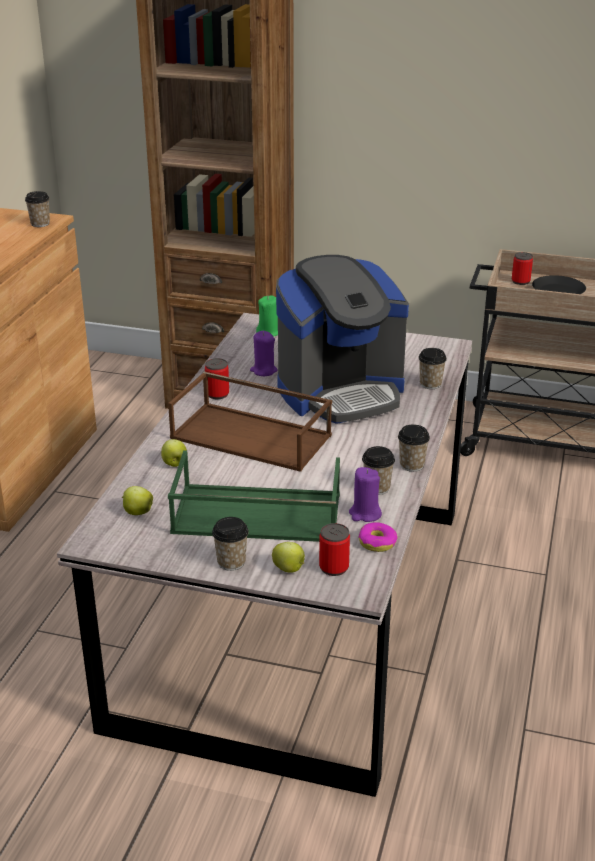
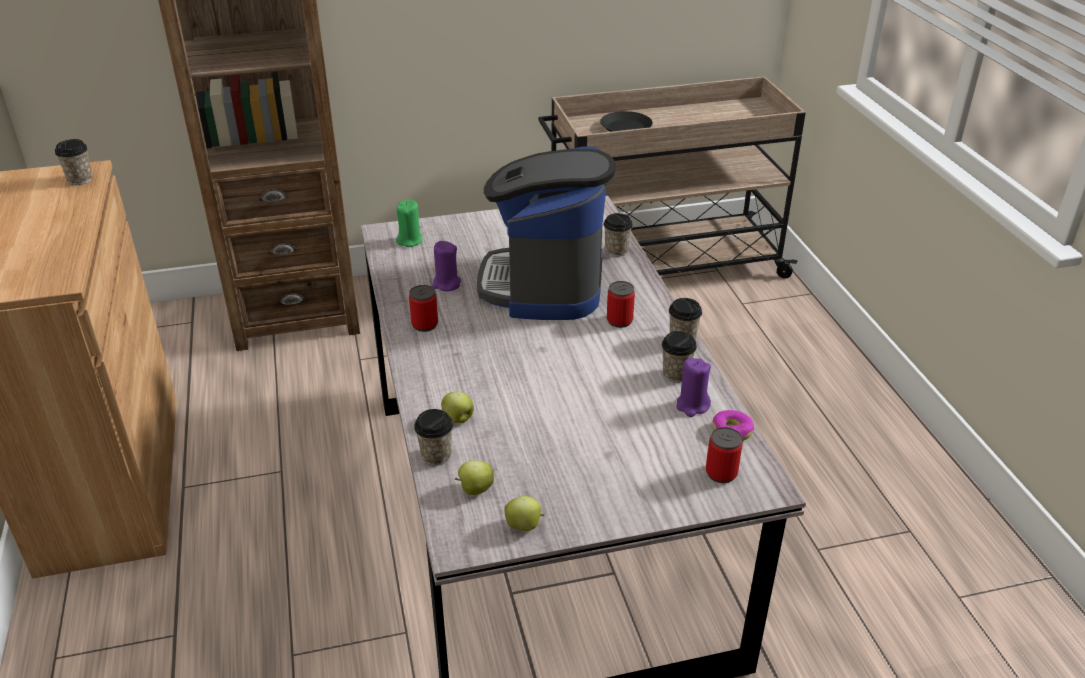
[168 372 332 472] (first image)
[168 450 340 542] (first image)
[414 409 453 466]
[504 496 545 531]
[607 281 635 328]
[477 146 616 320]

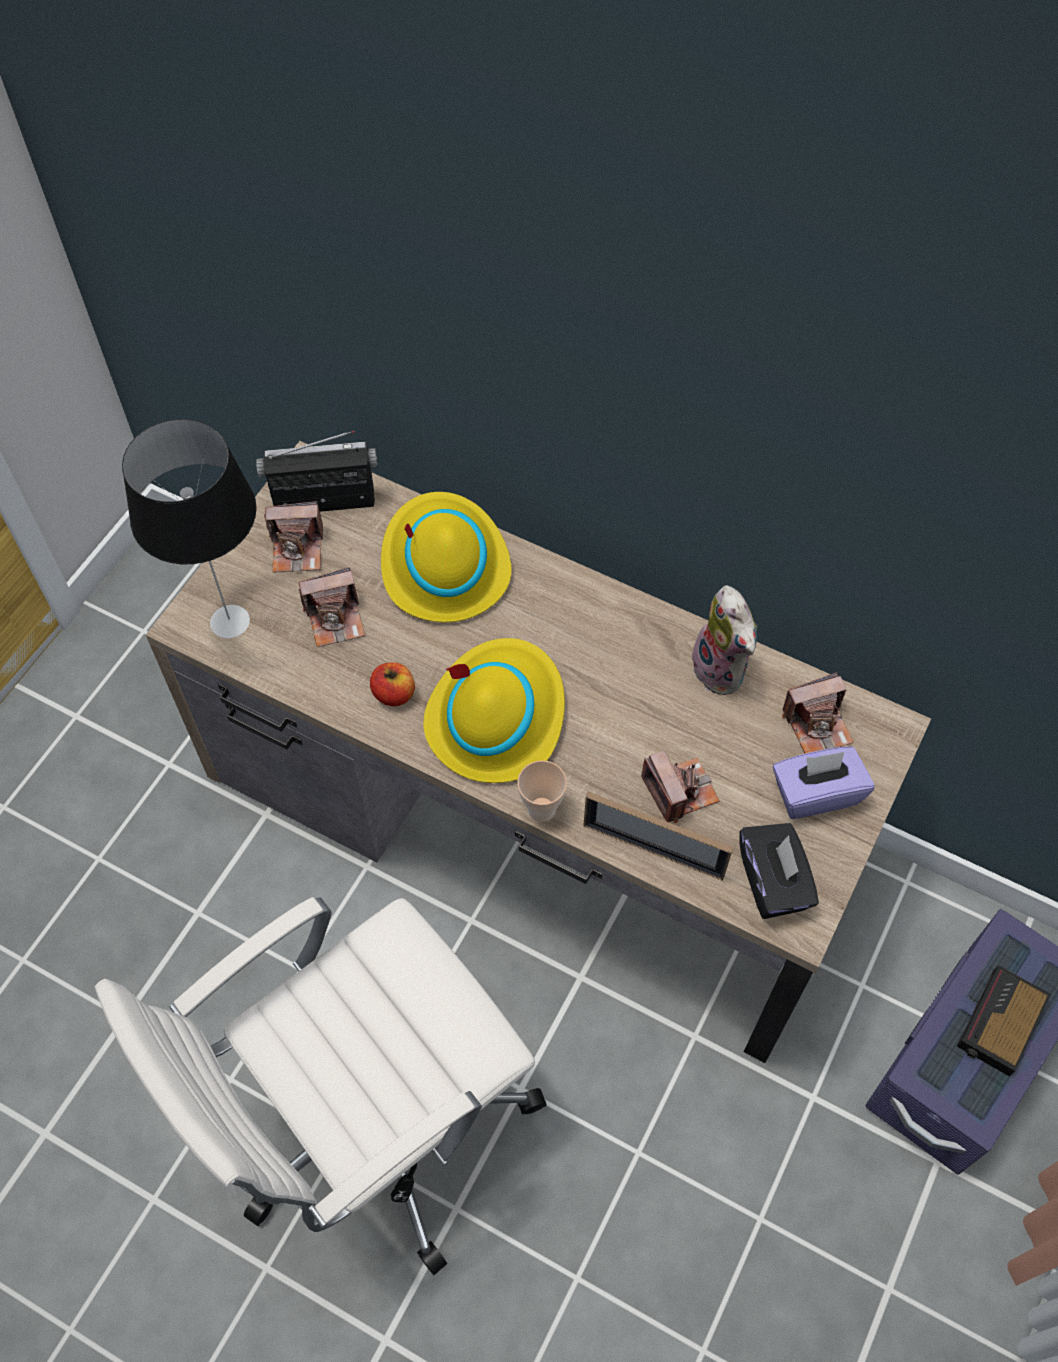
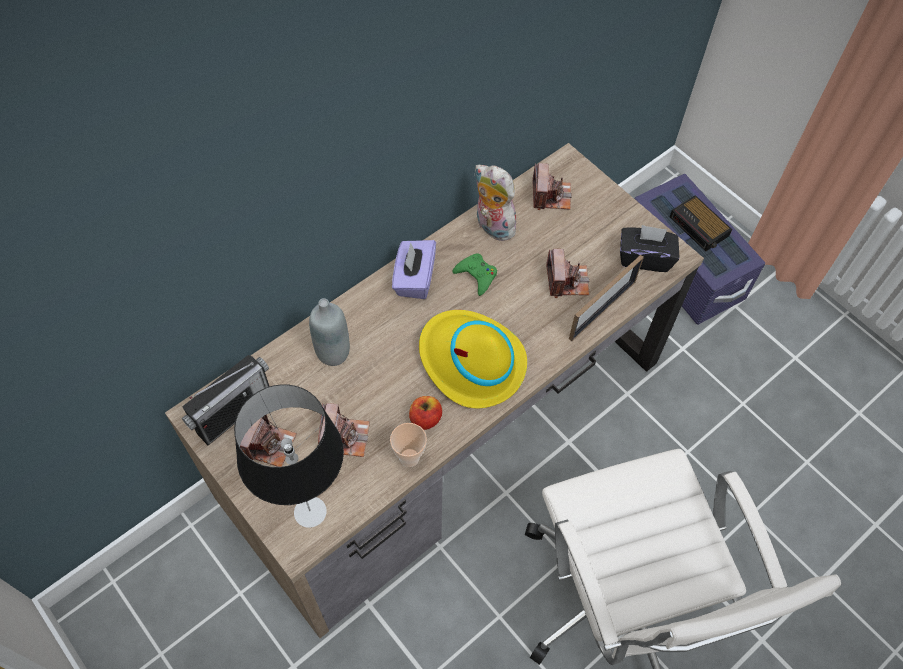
[452 253 497 296]
[390 423 427 467]
[392 240 436 299]
[309 298 350 366]
[182 355 270 445]
[546 249 589 298]
[475 165 516 241]

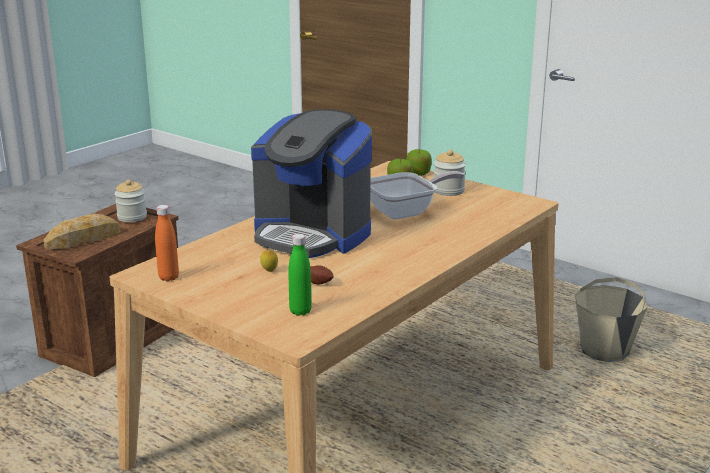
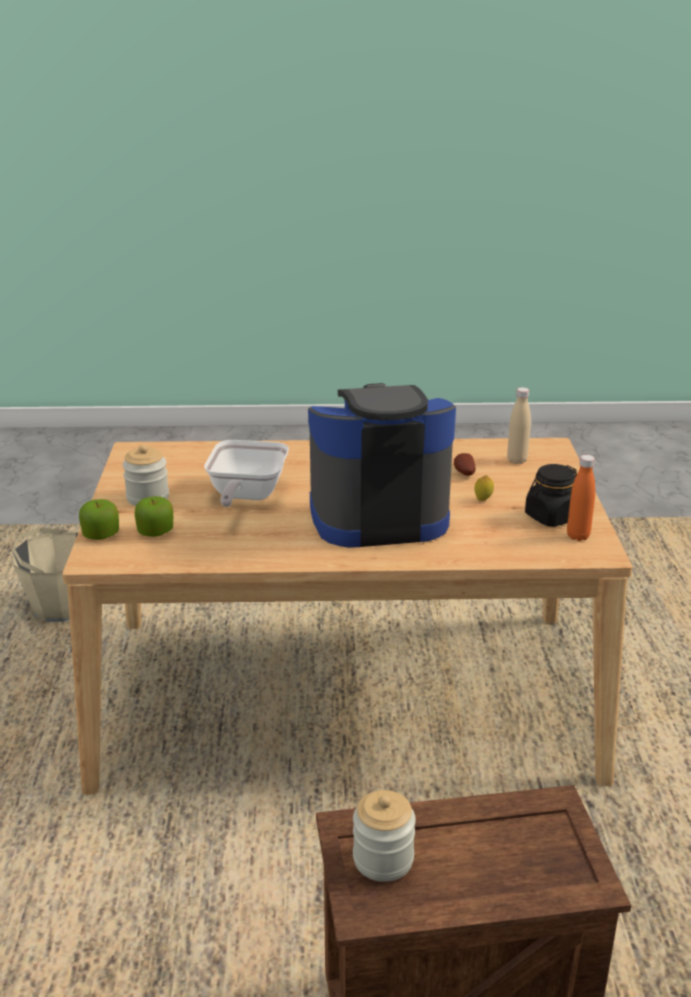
[43 213 120 250] (first image)
[525 464 577 527]
[507 387 531 464]
[308 383 456 548]
[204 440 289 507]

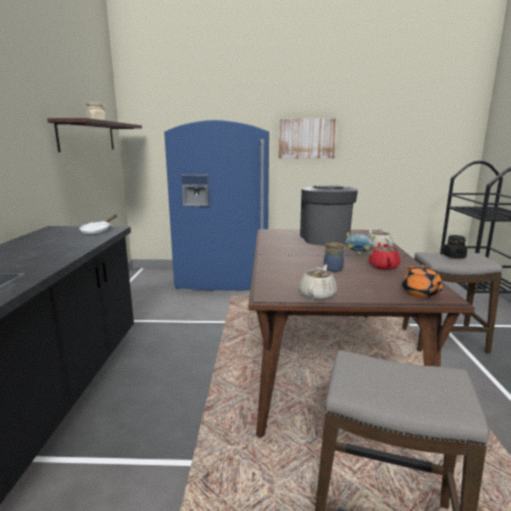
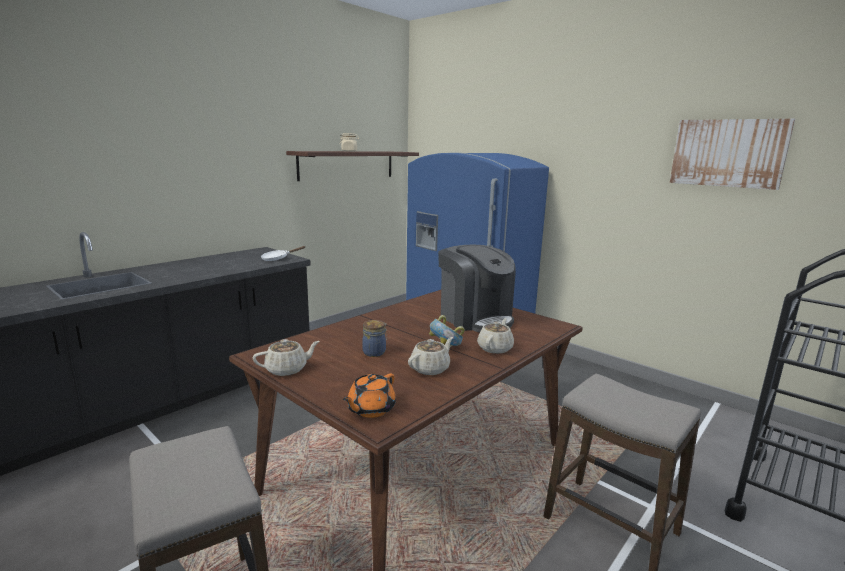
[443 235 467 258] (first image)
[670 119 795 190]
[408 337 453 375]
[438 245 516 332]

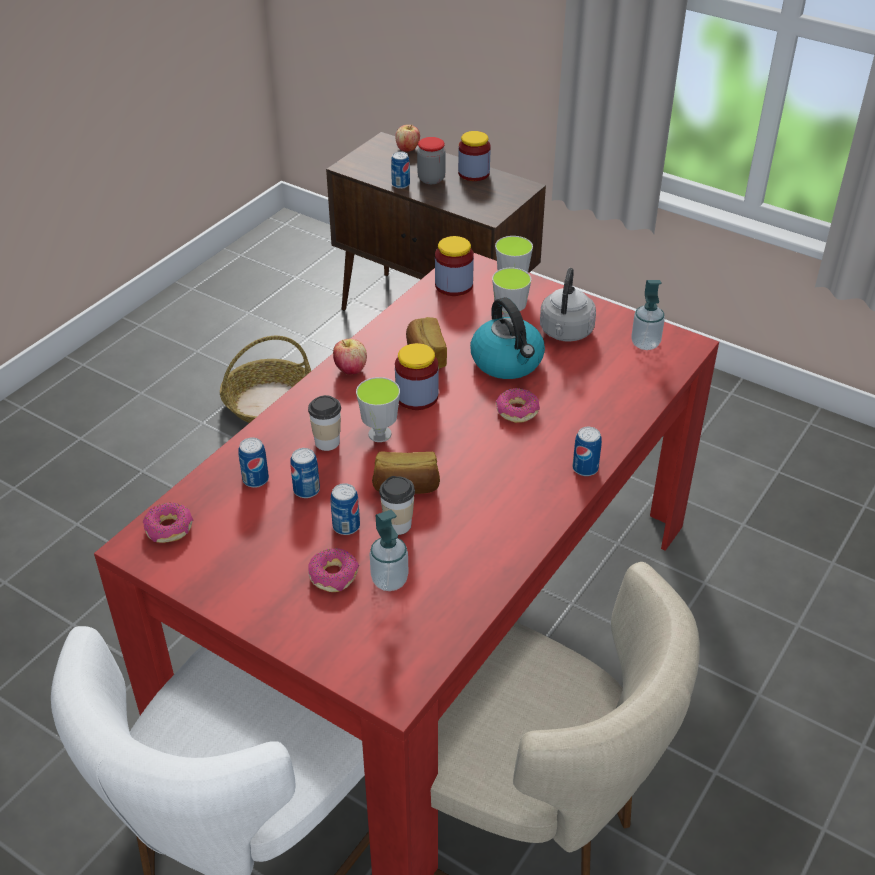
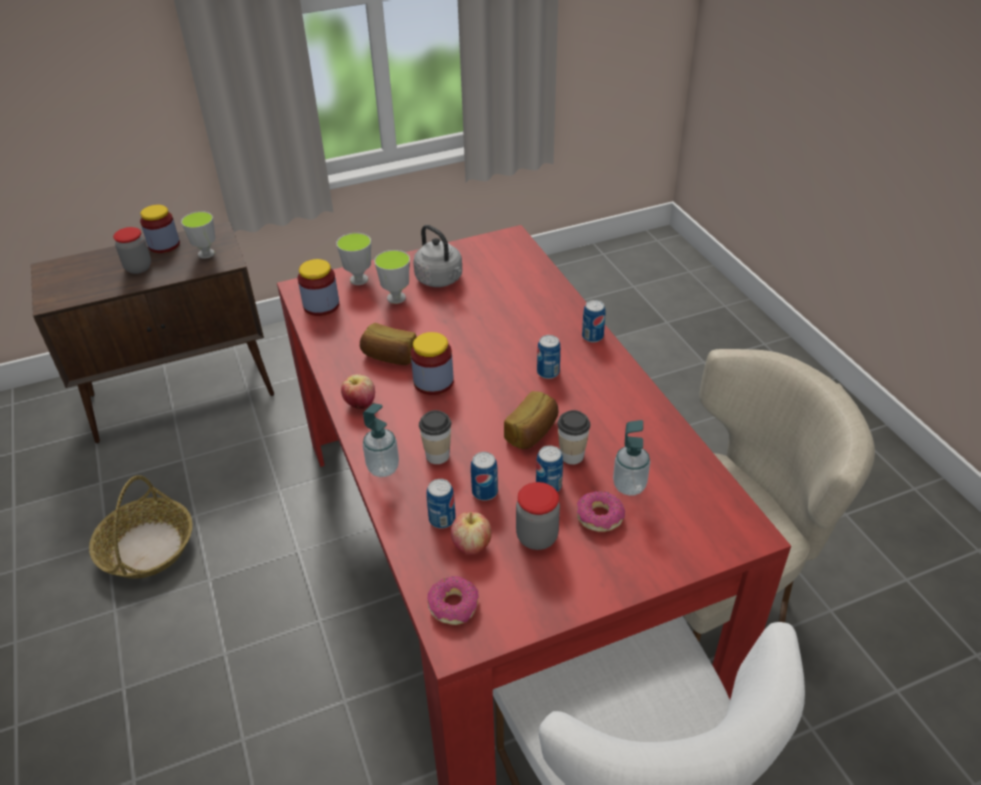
[470 297 545 379] (first image)
[496 388 540 423] (first image)
[516 482 560 550]
[181 211 215 258]
[537 335 561 379]
[451 511 492 555]
[363 403 399 477]

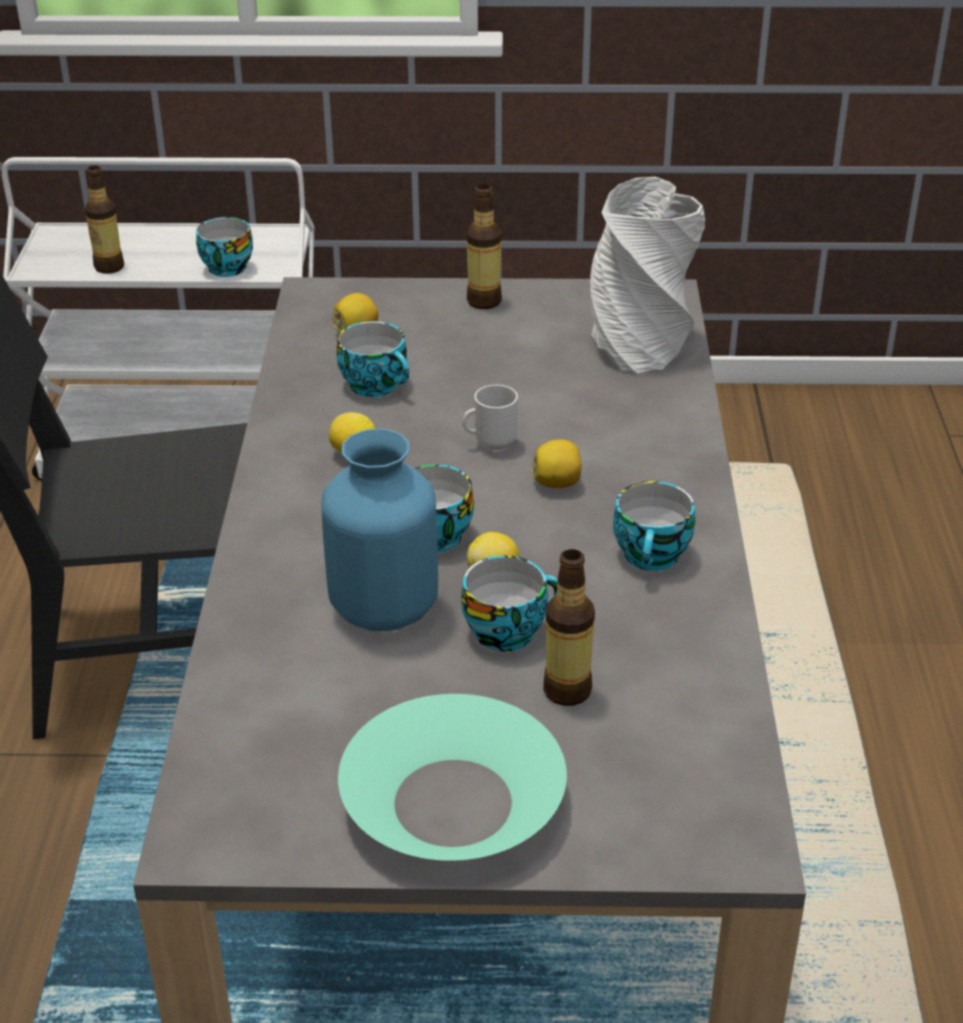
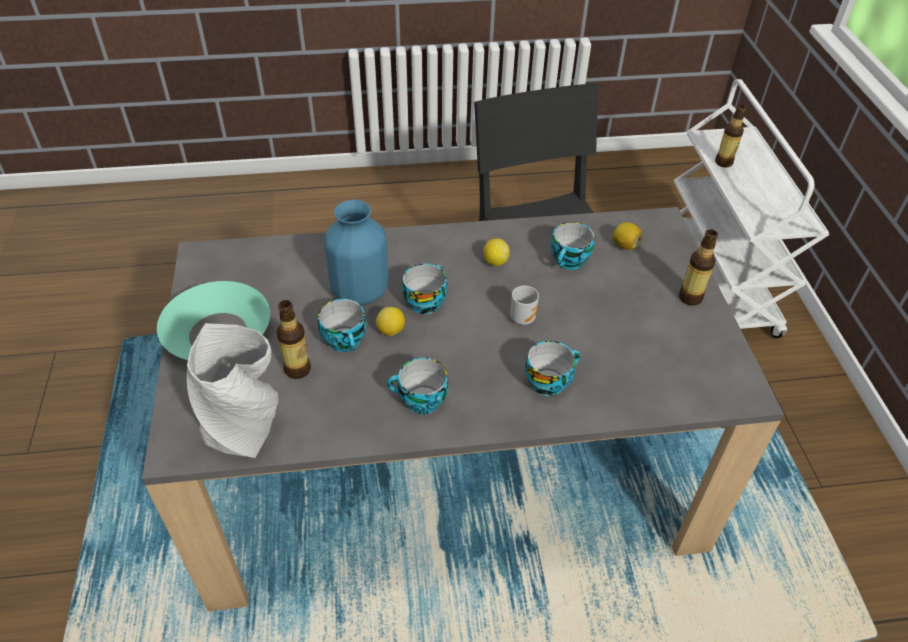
[532 439 581 488] (first image)
[525 341 580 396]
[187 323 279 458]

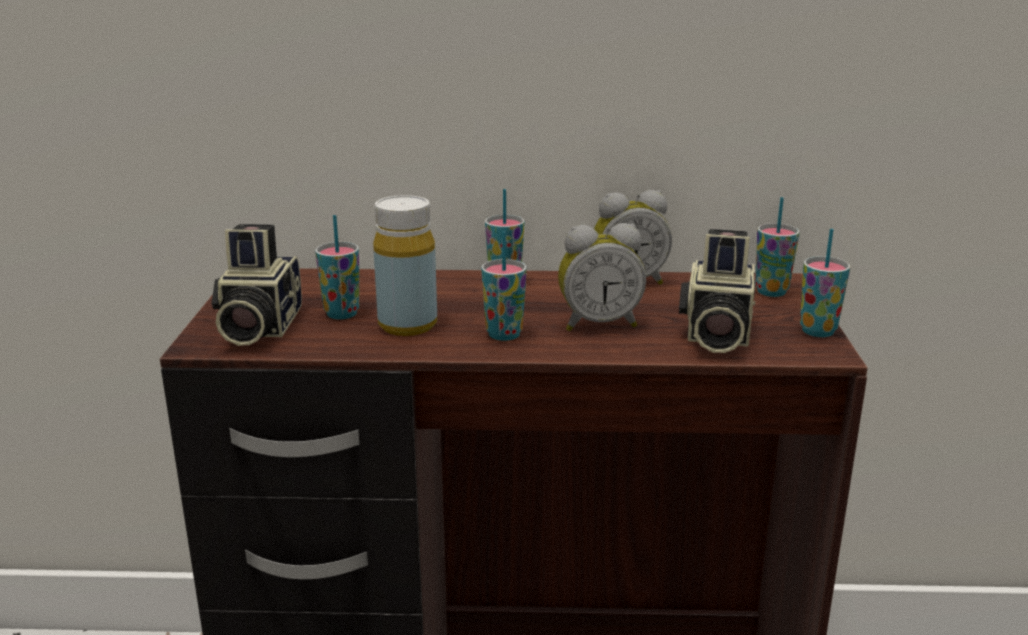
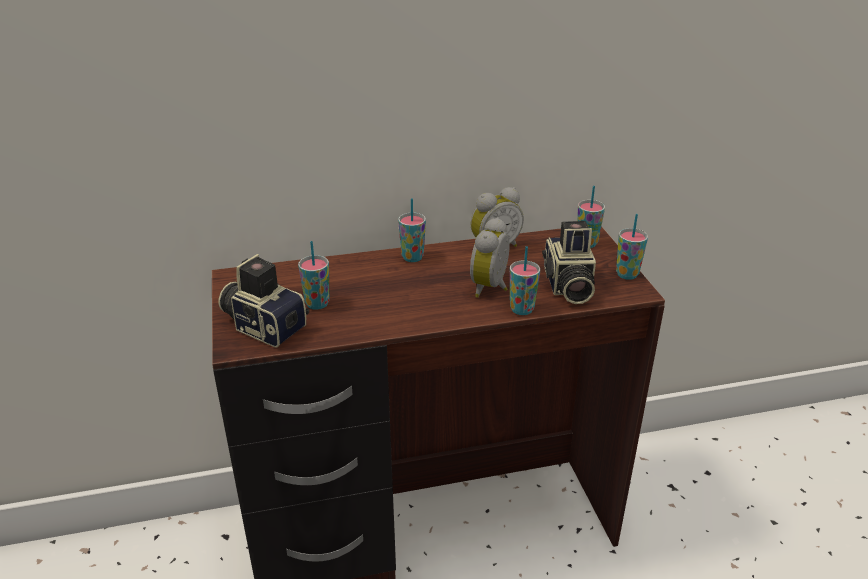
[373 195 437 336] (first image)
[510 246 540 315]
[218 254 309 348]
[470 217 510 298]

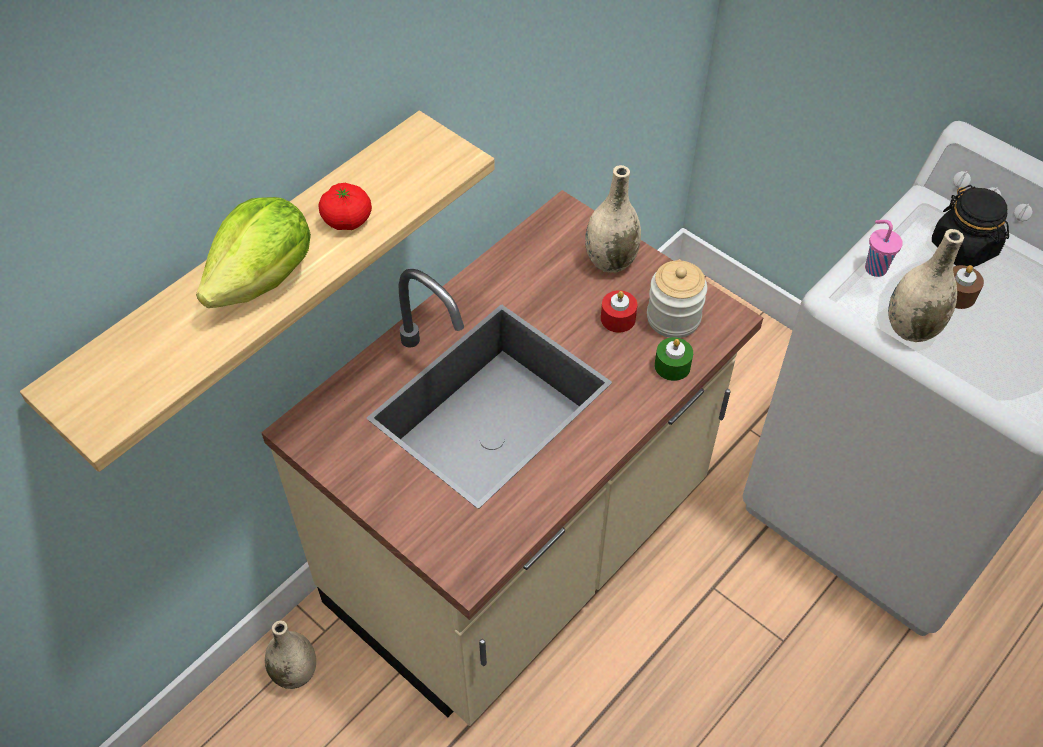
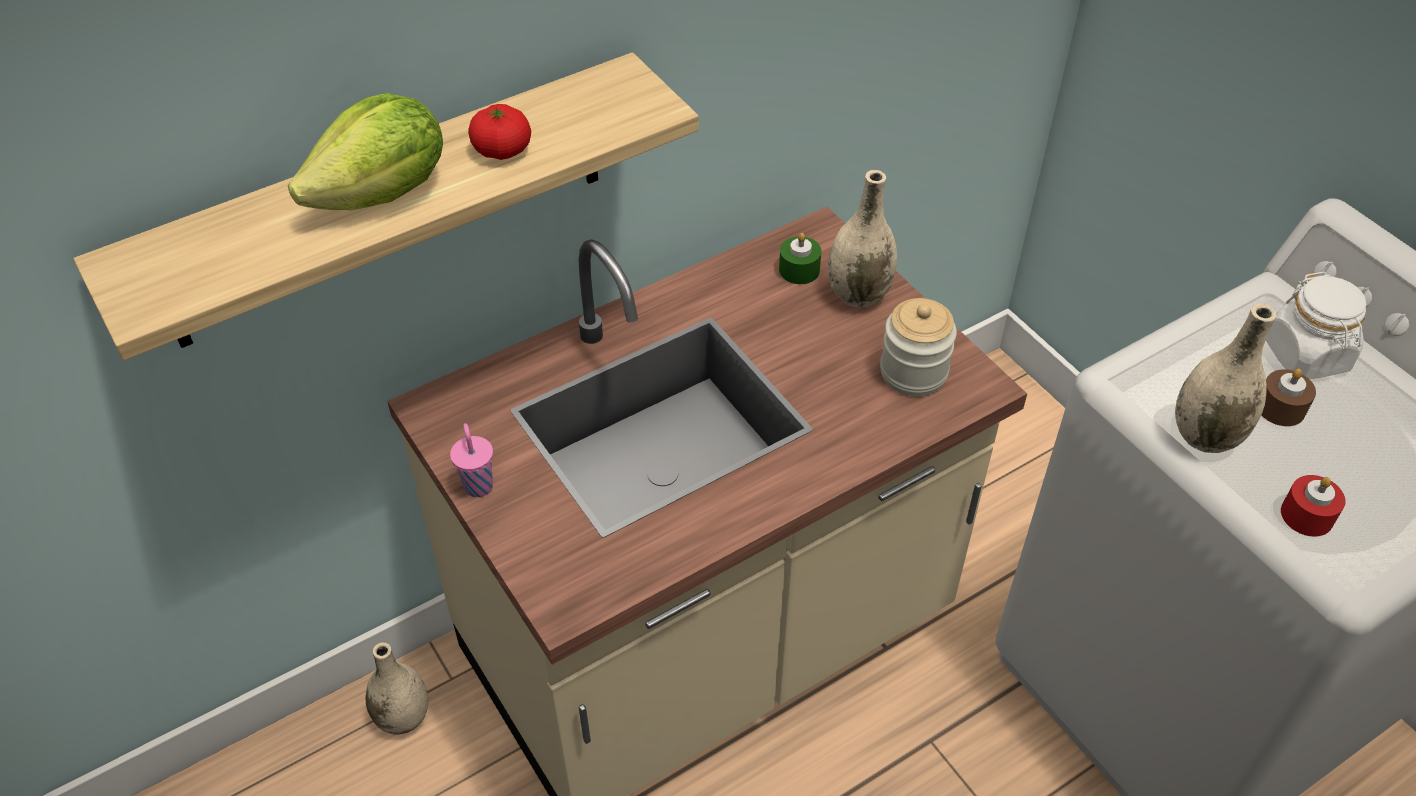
[1281 475 1346 537]
[779 233 822 284]
[450 423 493 497]
[1266 272 1366 379]

